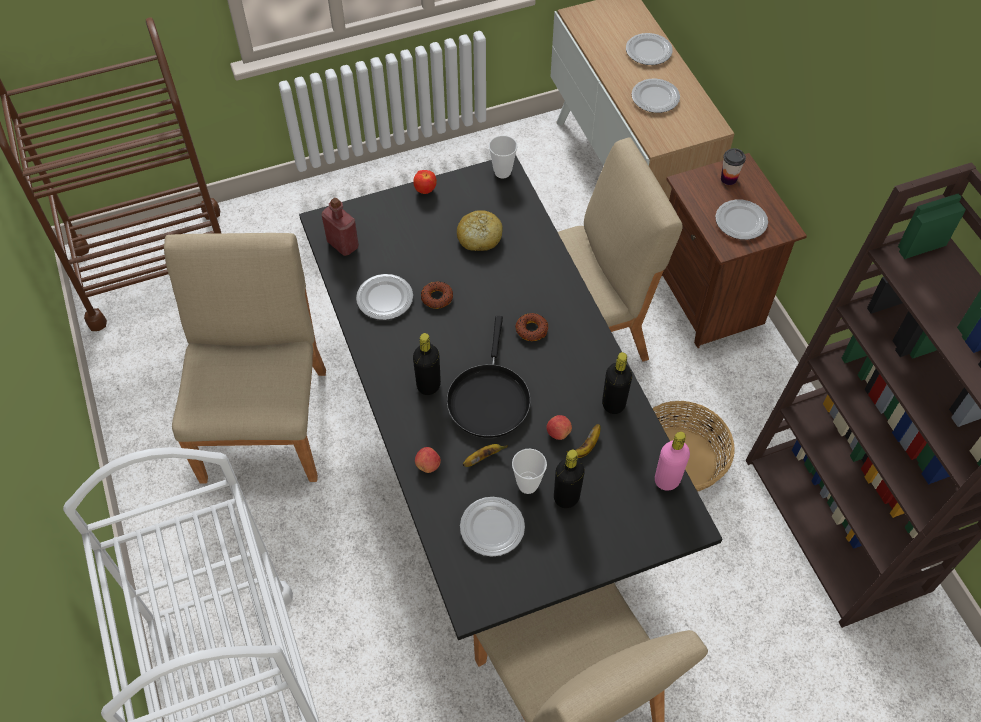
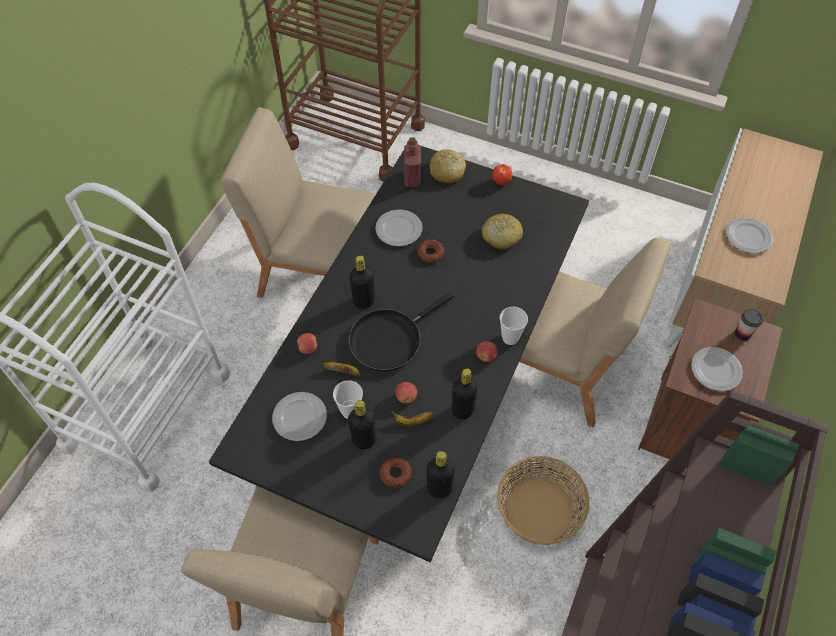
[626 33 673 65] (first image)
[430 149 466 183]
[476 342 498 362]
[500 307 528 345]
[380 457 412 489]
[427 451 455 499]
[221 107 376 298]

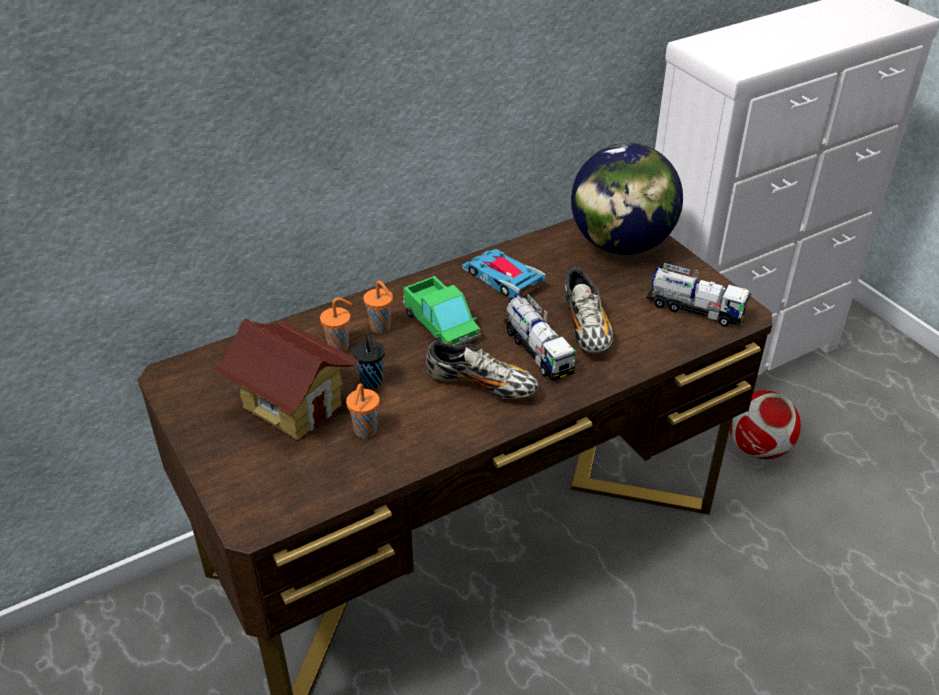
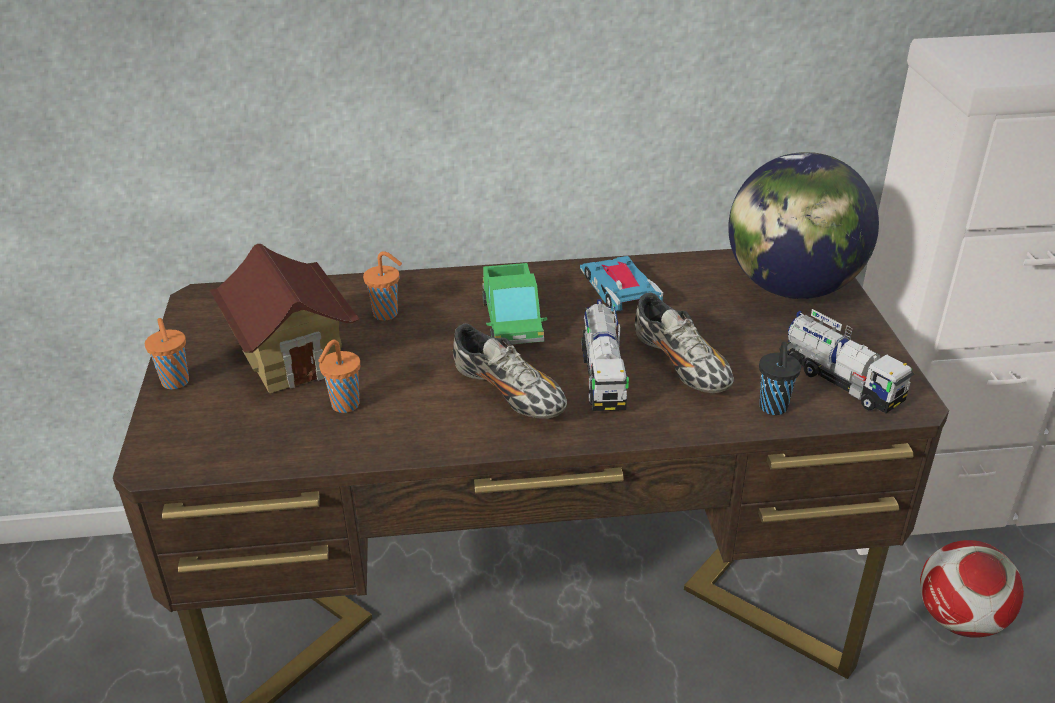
[759 342 801 415]
[145 318 189 389]
[635 292 734 393]

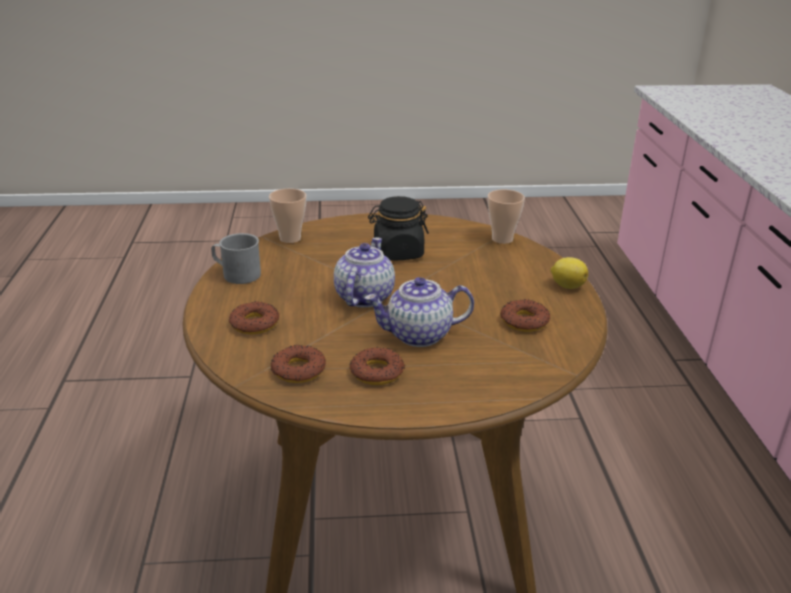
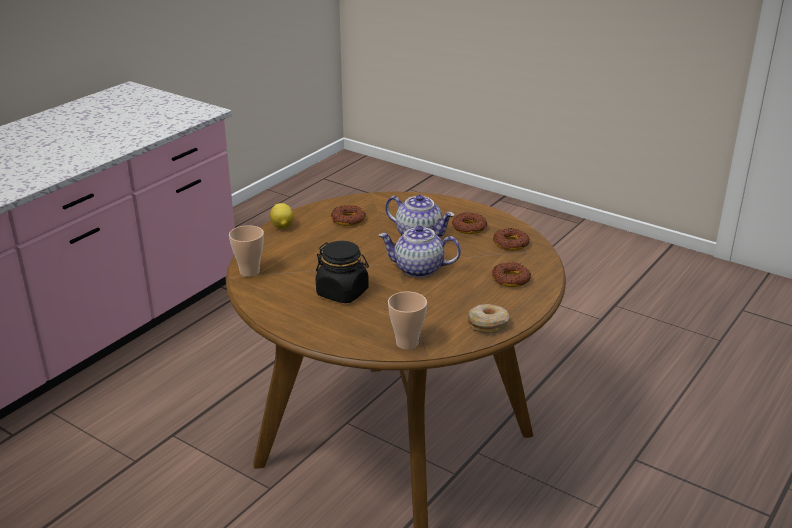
[468 304 509 333]
[378 225 461 278]

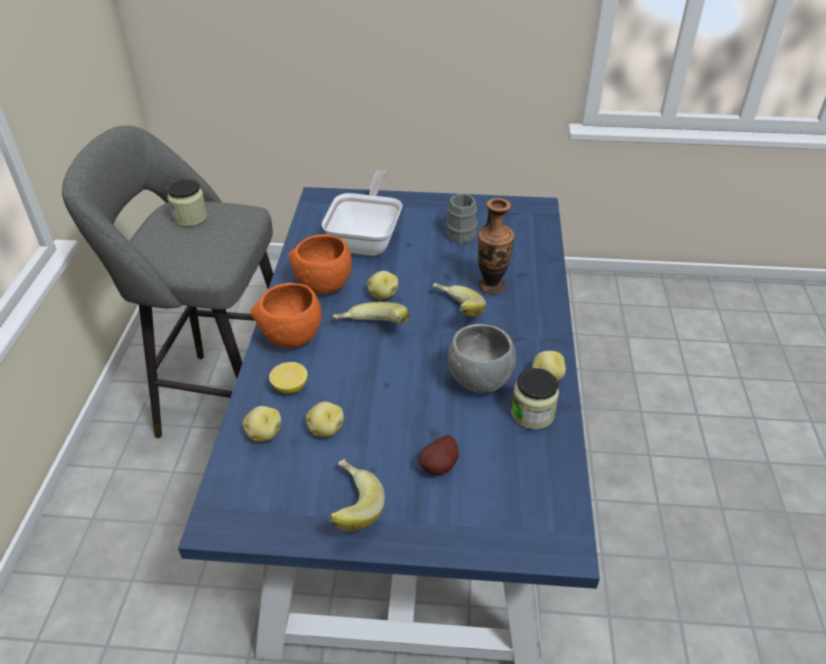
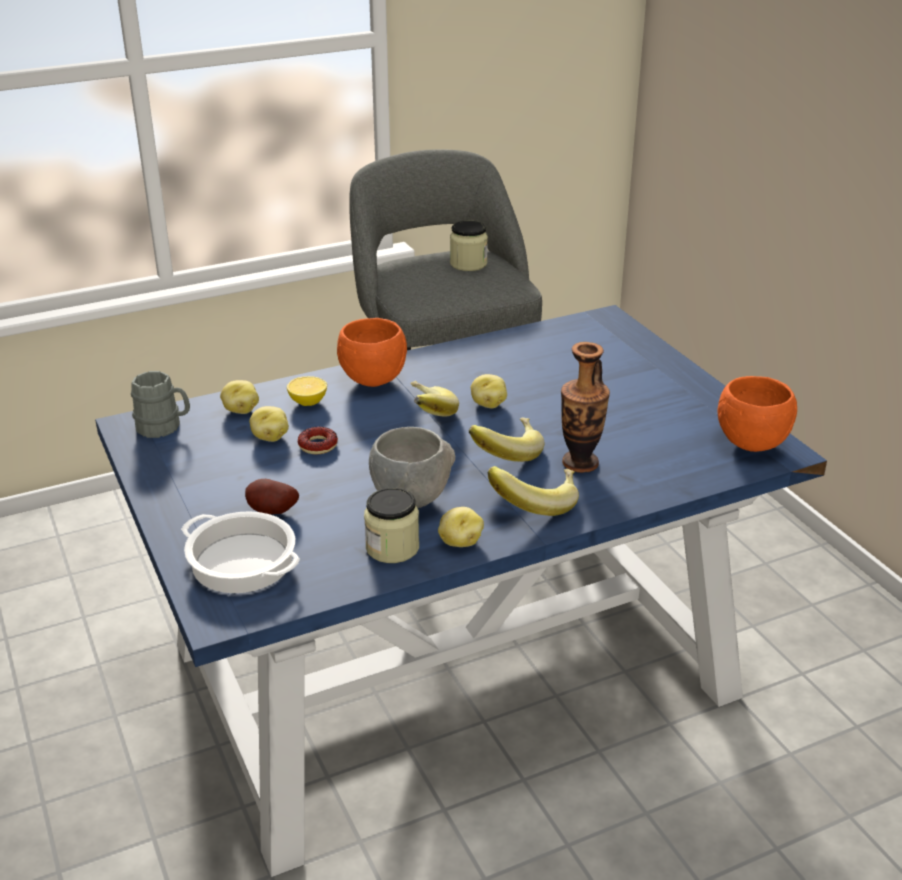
[322 170 402 256] (first image)
[181 511 300 593]
[298 427 338 454]
[717 376 797 452]
[488 466 579 516]
[131 371 190 438]

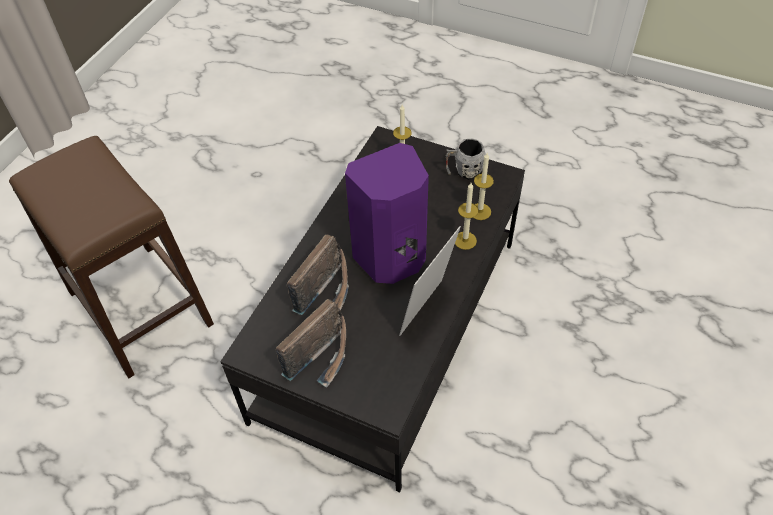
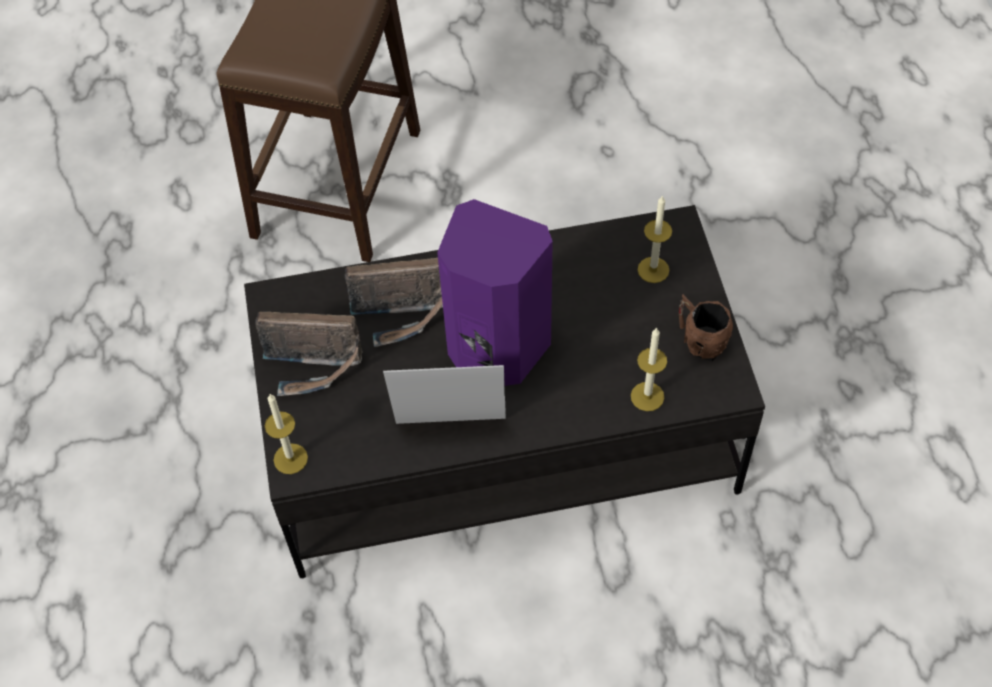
[265 394 308 474]
[679 294 733 361]

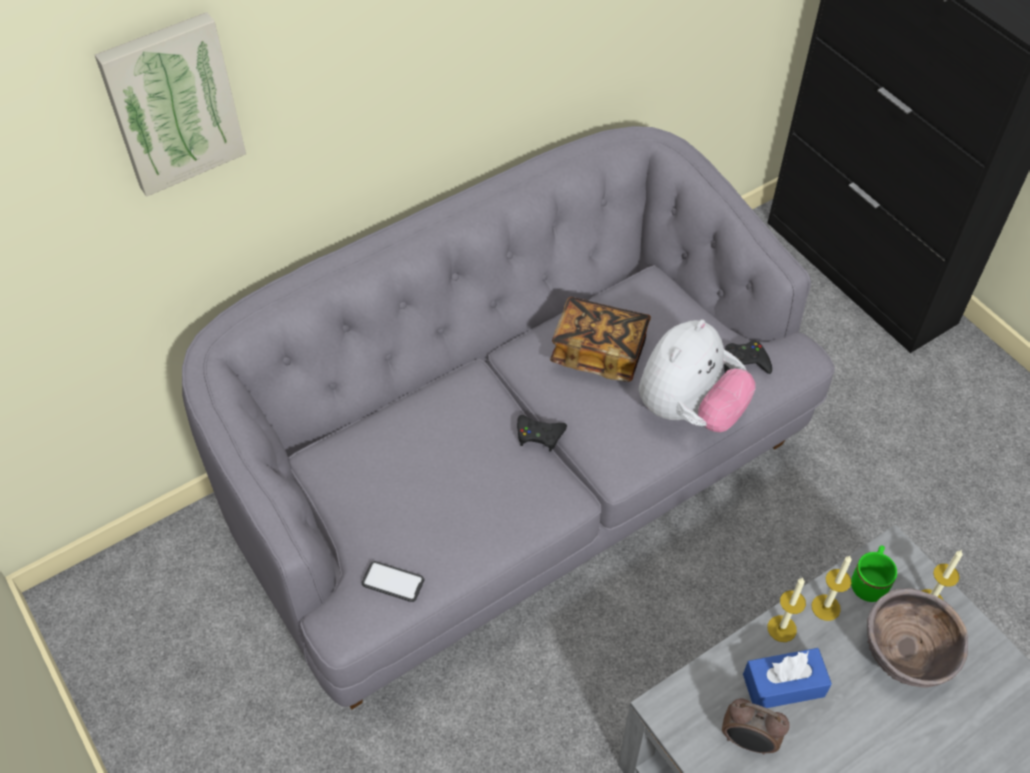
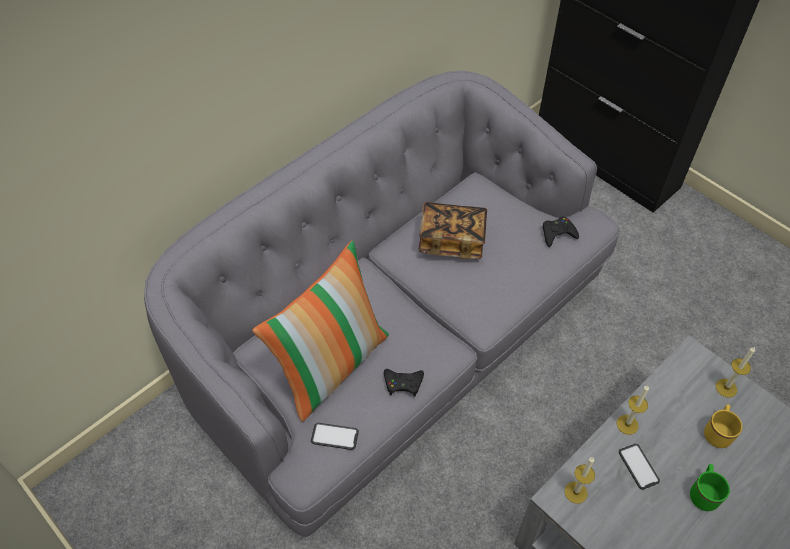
[95 12 246 197] (first image)
[639 319 756 432] (first image)
[722 698 790 754] (first image)
[252 241 389 422]
[384 369 424 396]
[564 457 595 504]
[690 464 730 511]
[619 444 660 490]
[704 404 742 448]

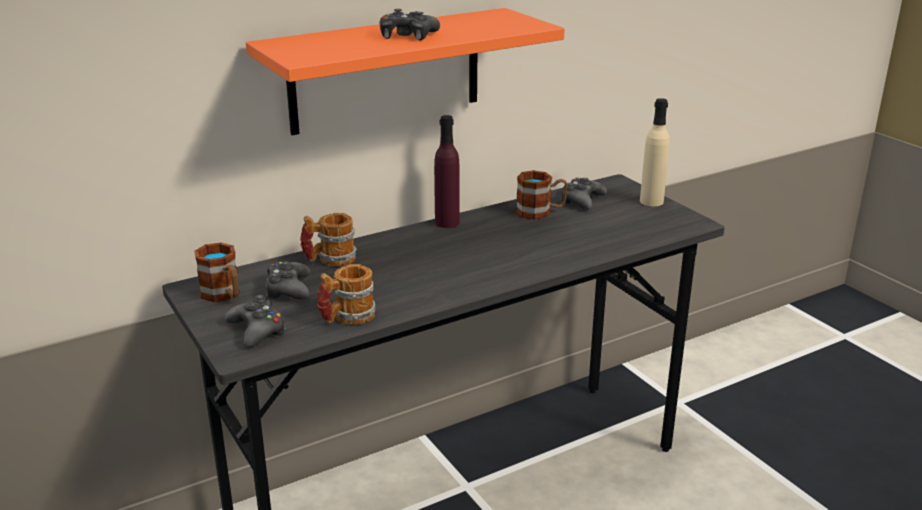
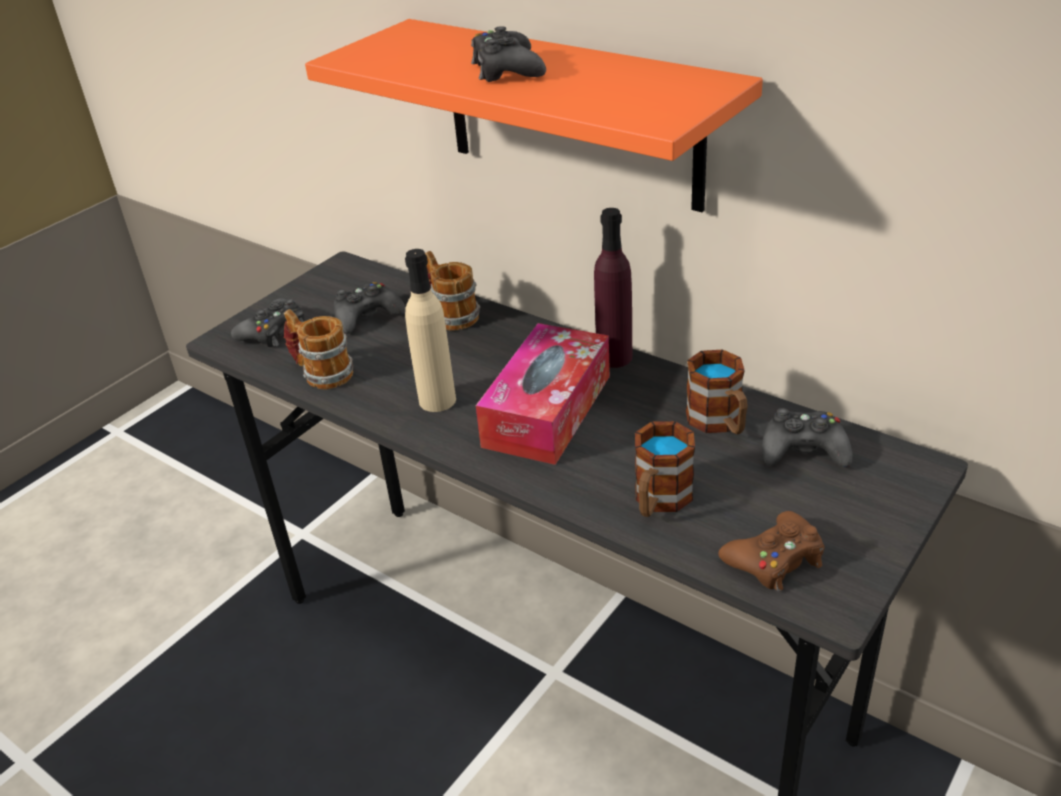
[476 323 610 465]
[718 511 825 592]
[635 421 695 517]
[405 249 456 412]

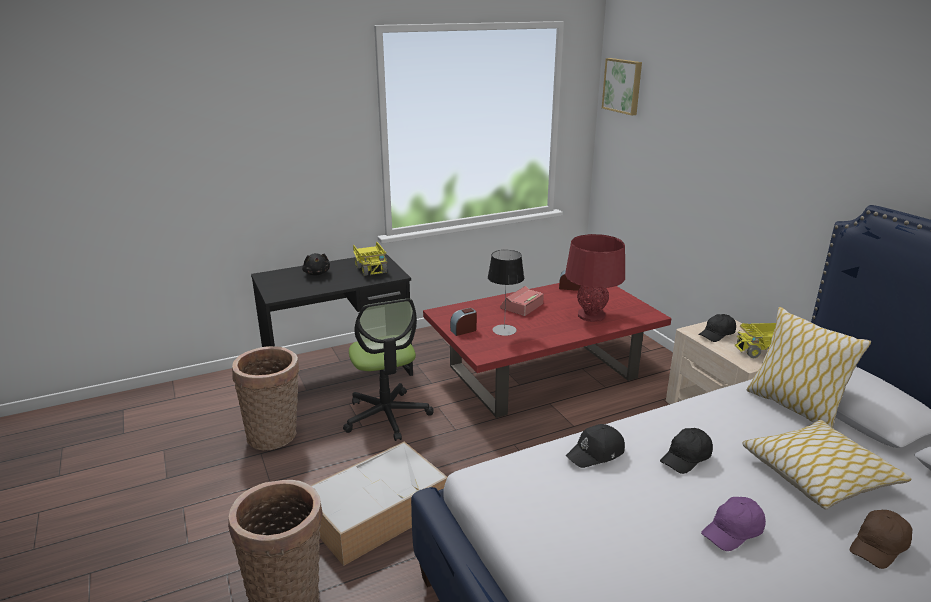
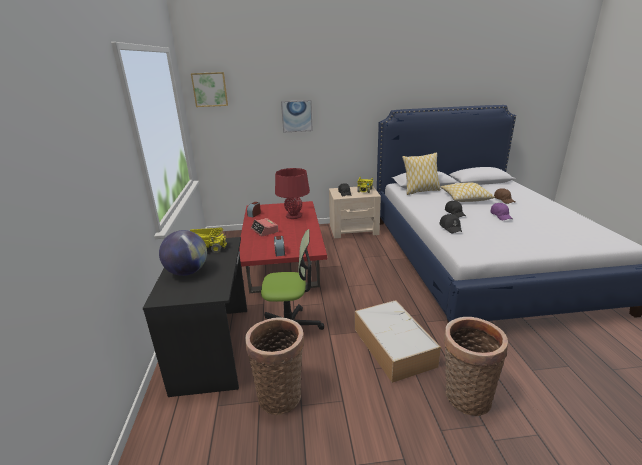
[488 250 524 336] (first image)
[281 100 313 133]
[159 230 207 276]

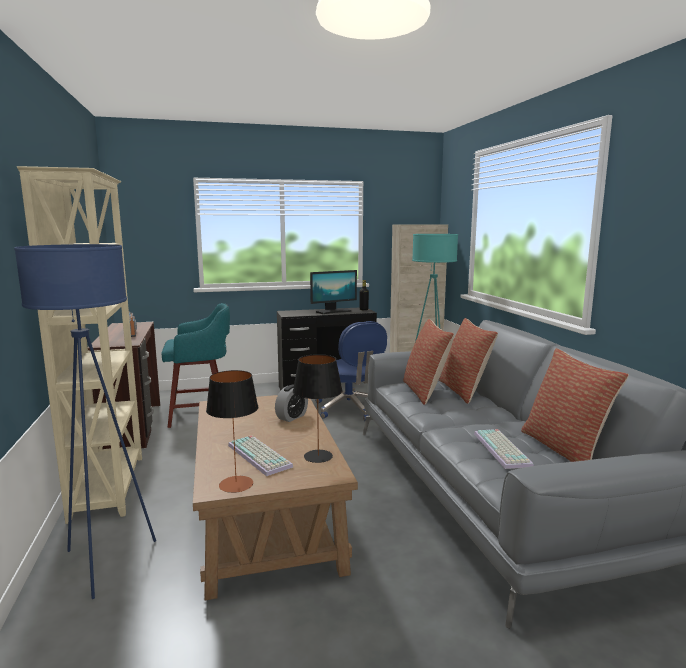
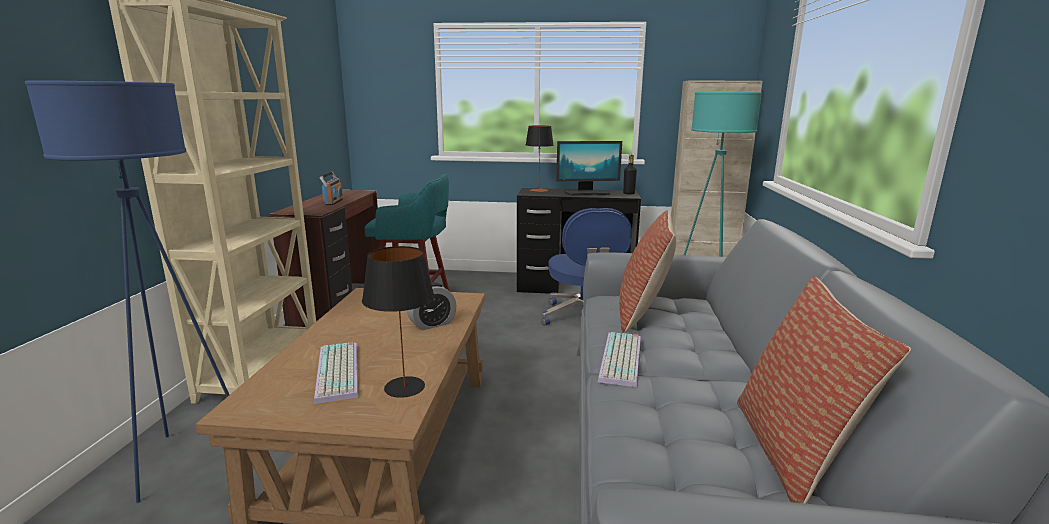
[439 318 498 404] (first image)
[526 125 554 192]
[598 332 641 387]

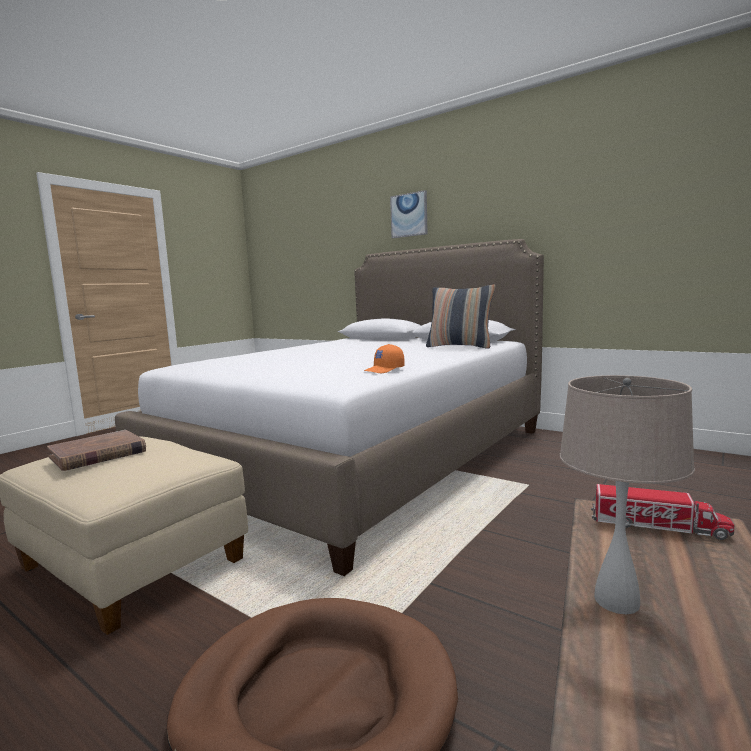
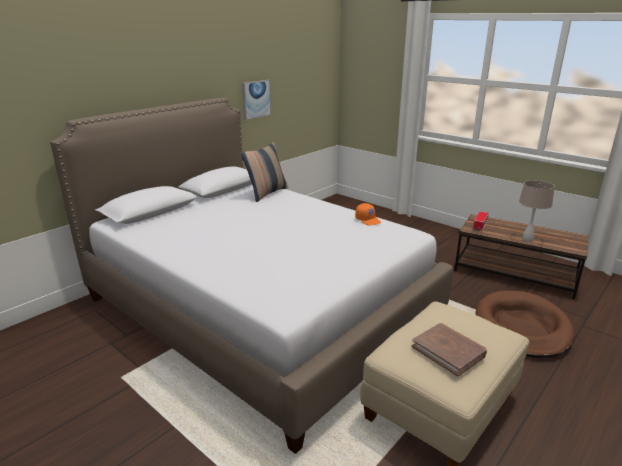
[242 80 271 120]

